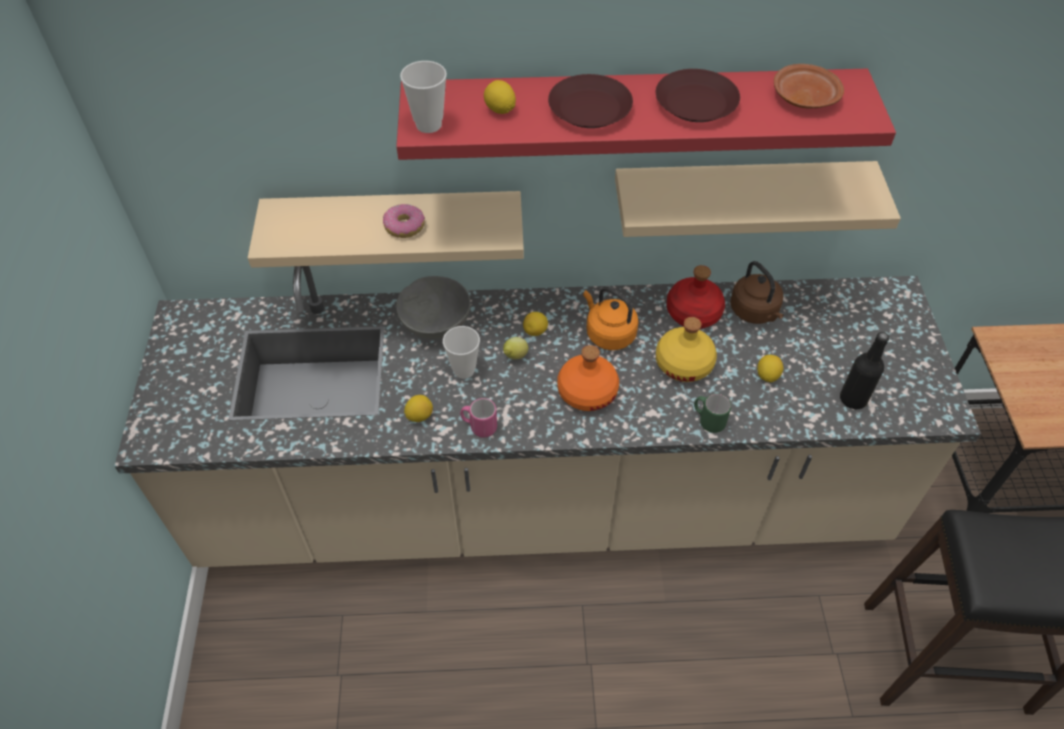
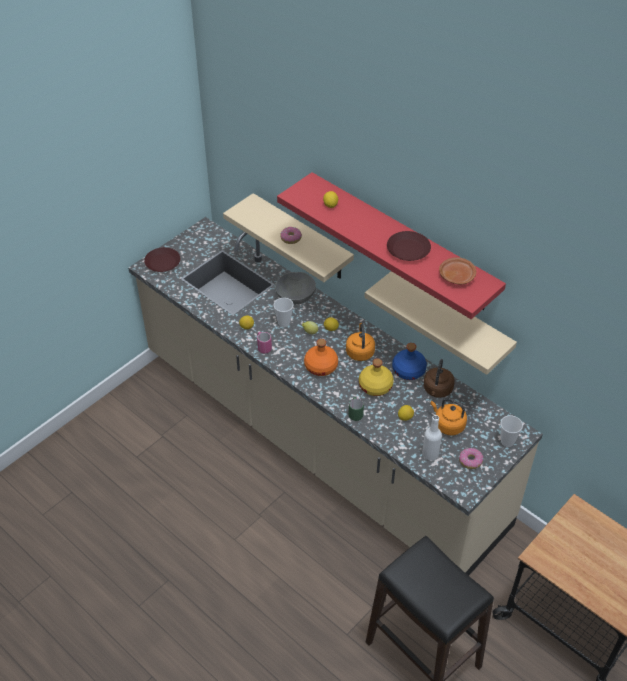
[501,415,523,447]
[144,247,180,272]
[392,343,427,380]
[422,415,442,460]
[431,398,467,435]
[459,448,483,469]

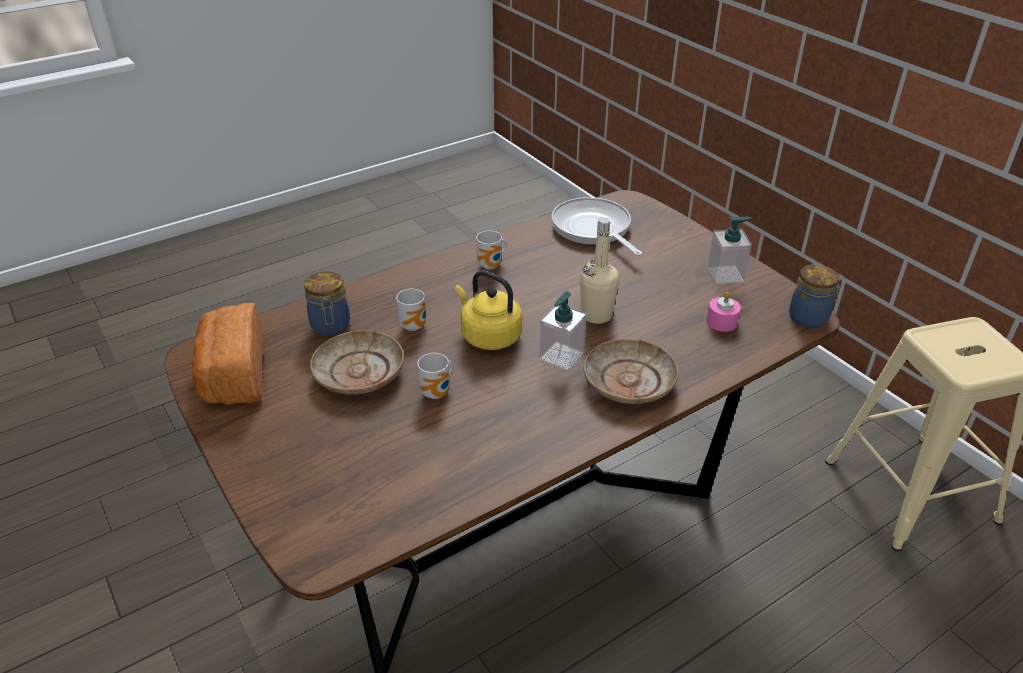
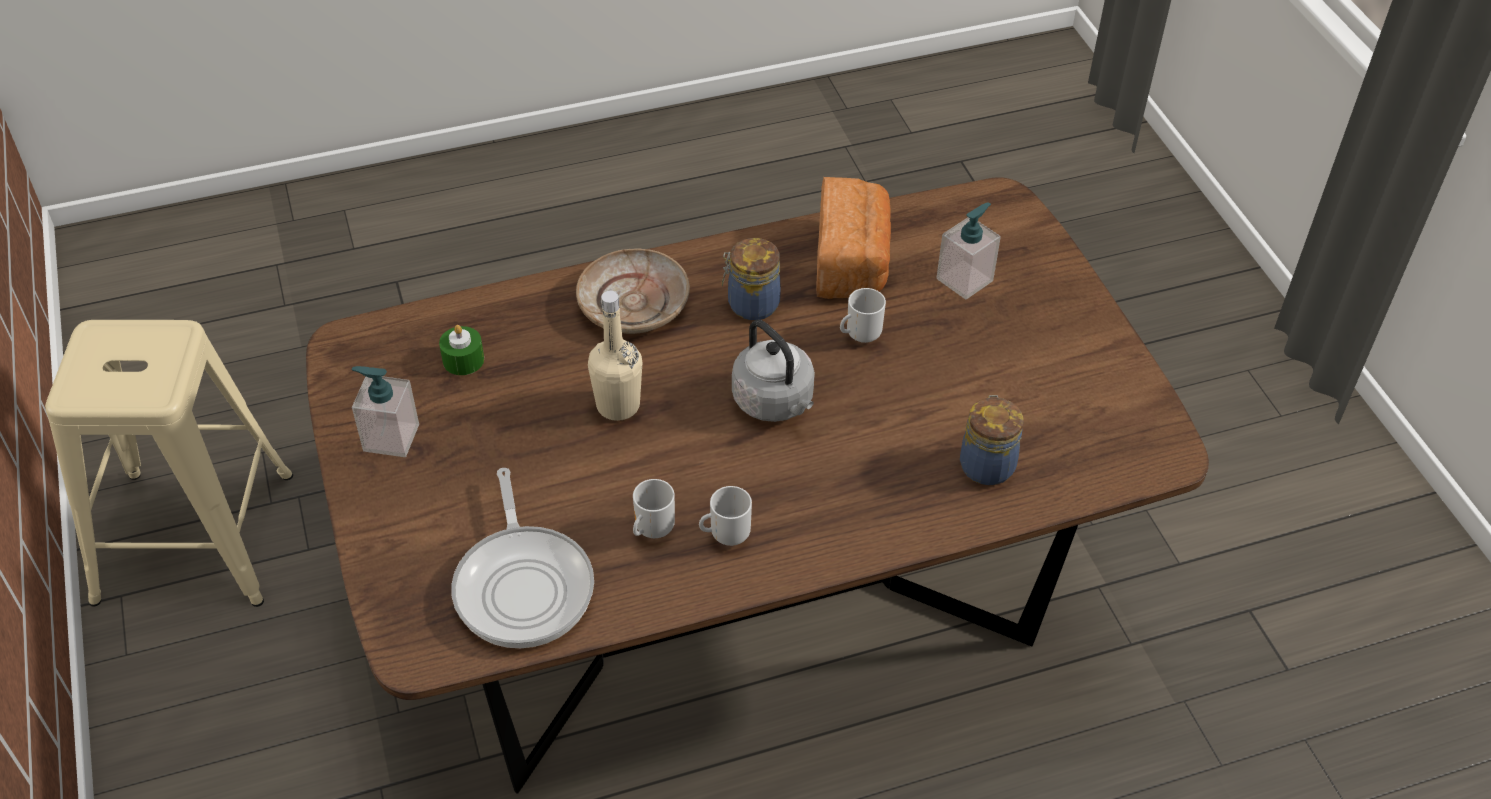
[722,238,781,320]
[732,320,815,422]
[633,479,675,538]
[937,202,1001,299]
[439,325,484,375]
[817,177,891,299]
[310,330,404,395] (first image)

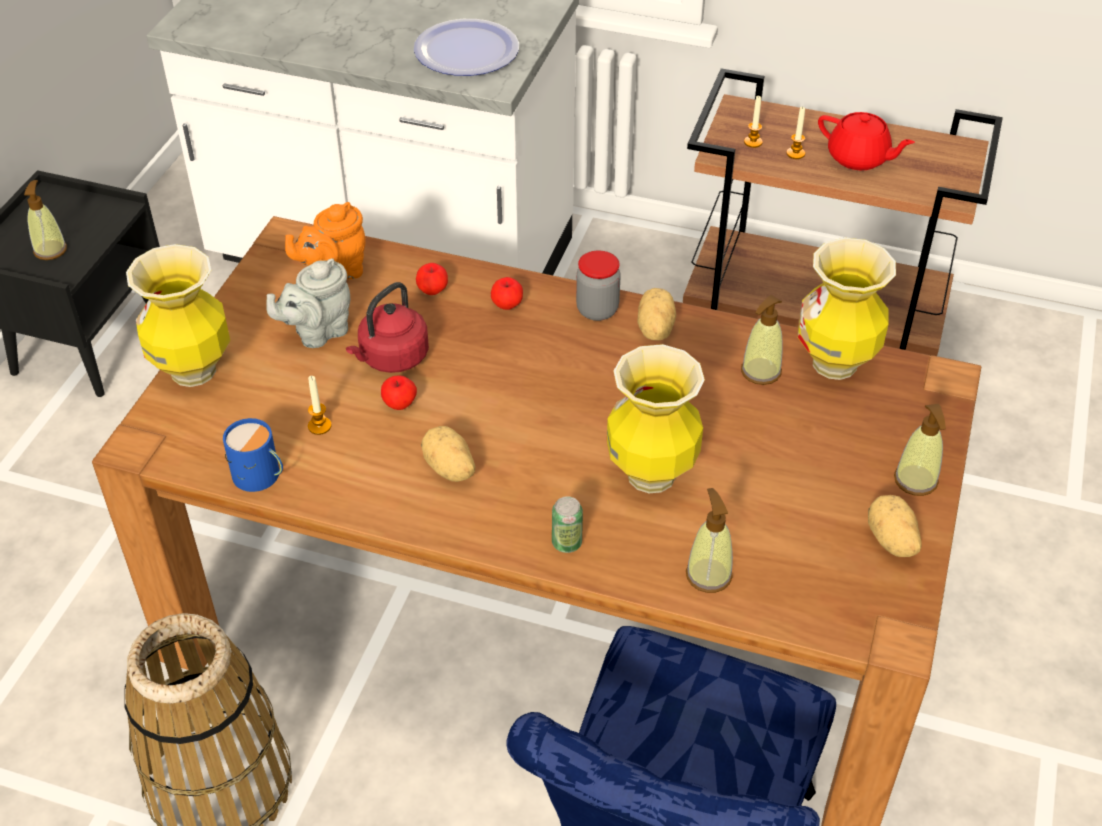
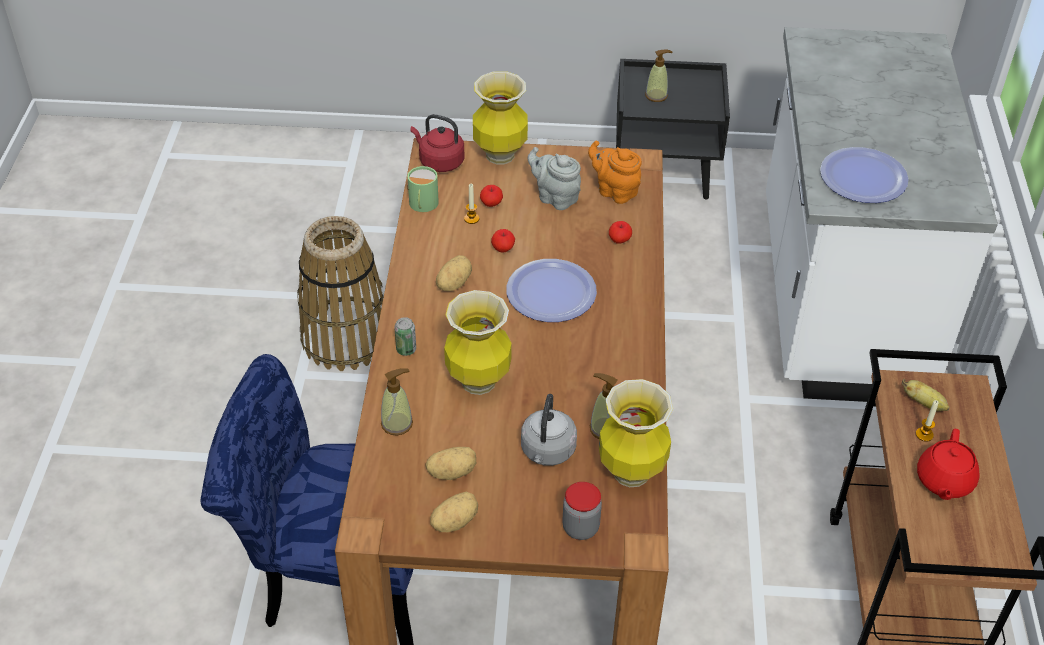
[902,379,950,411]
[562,482,602,540]
[480,185,503,207]
[411,114,464,172]
[425,447,476,480]
[894,404,946,496] (first image)
[407,166,439,212]
[506,259,597,322]
[521,394,577,466]

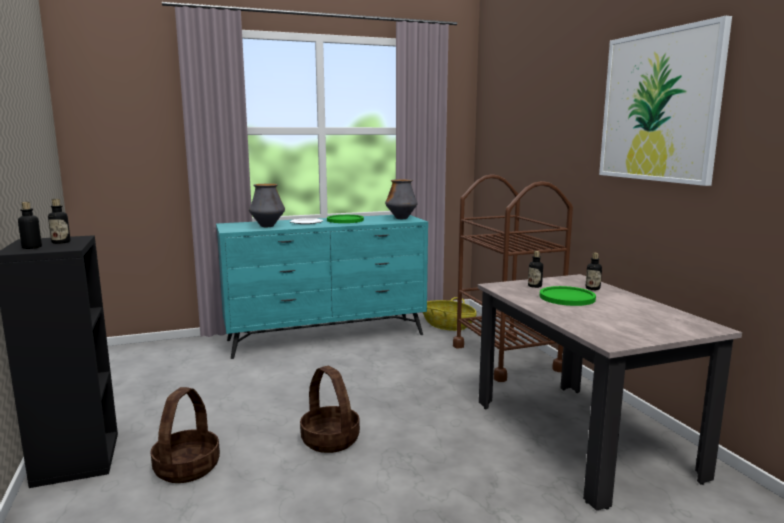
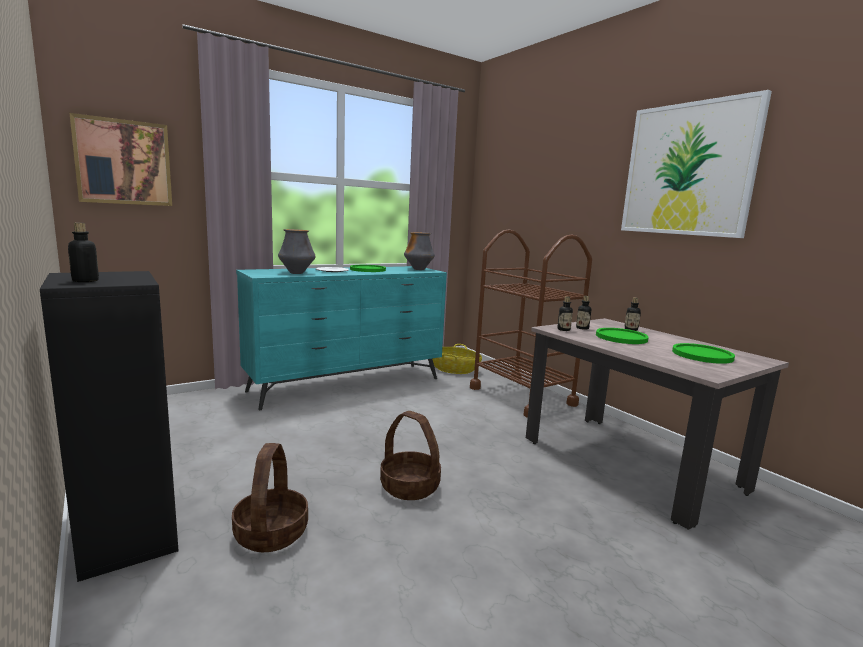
[557,296,573,331]
[69,113,172,206]
[672,343,735,364]

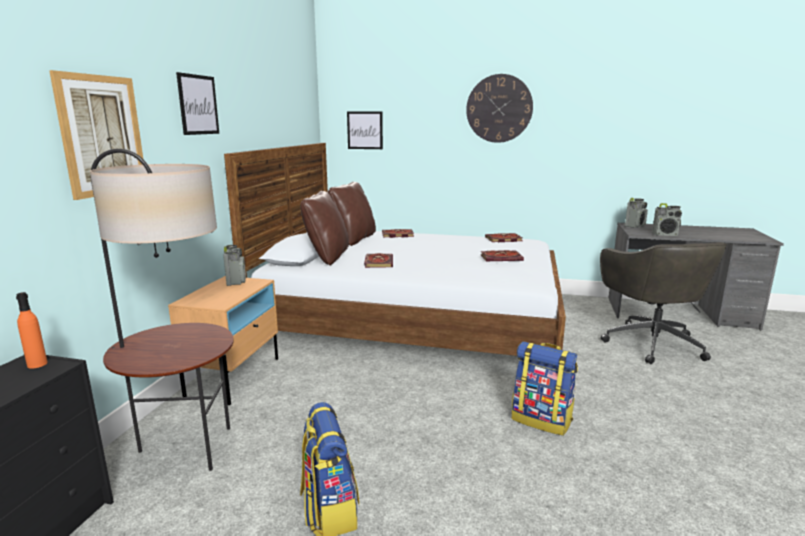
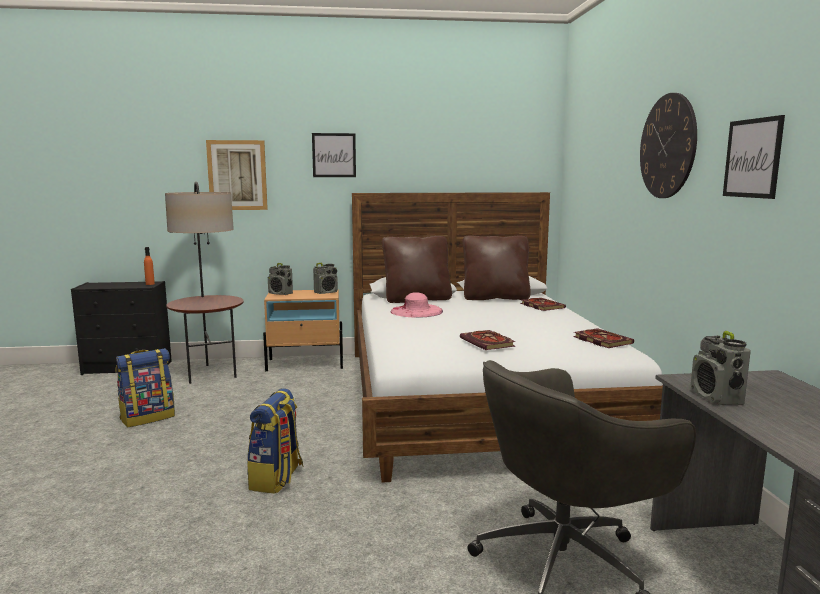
[723,115,785,199]
[268,263,293,295]
[390,292,443,317]

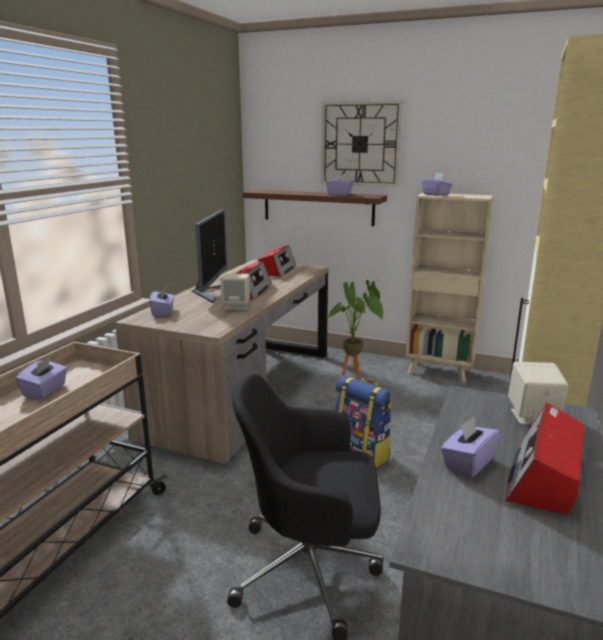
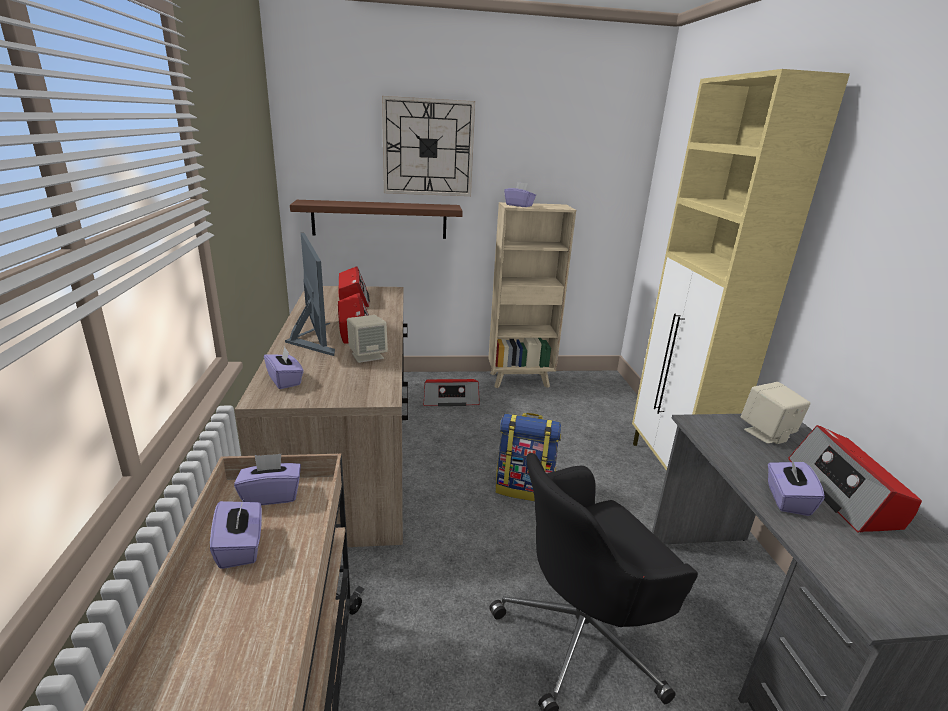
[234,454,301,506]
[424,379,480,406]

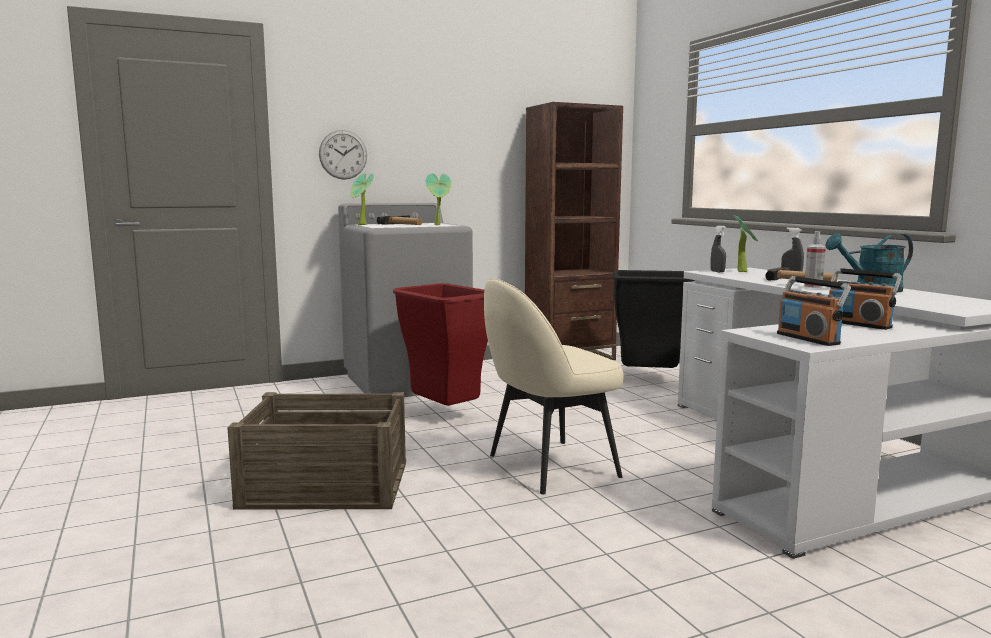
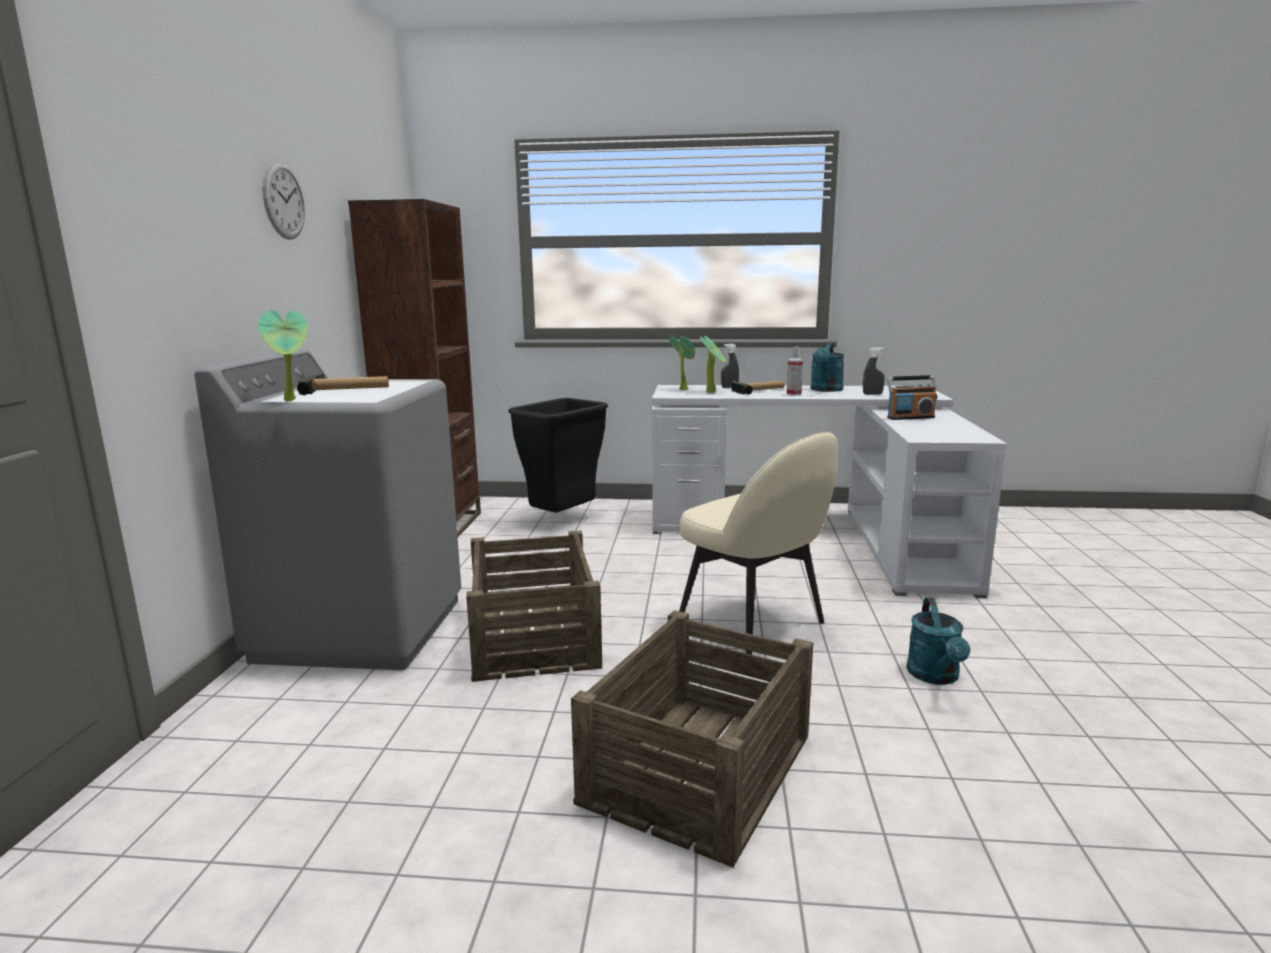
[262,162,305,240]
[700,336,726,393]
[863,347,885,395]
[777,276,851,346] (first image)
[679,432,838,655]
[466,530,602,682]
[906,598,970,685]

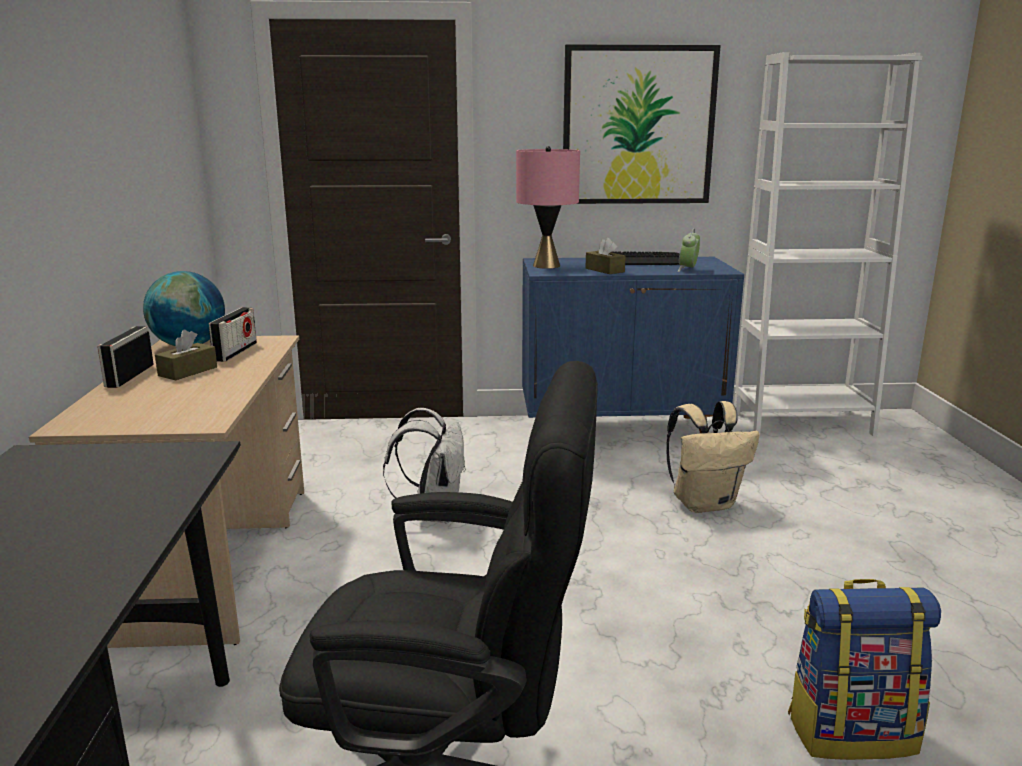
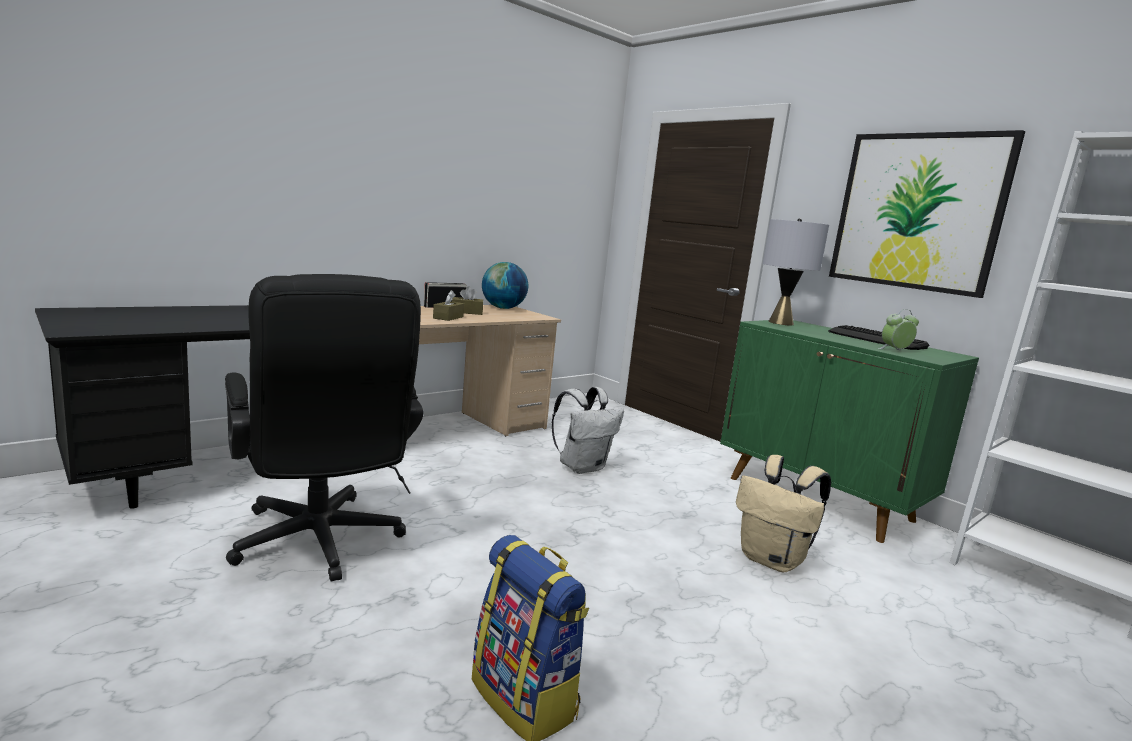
[763,218,829,325]
[433,290,464,321]
[720,320,979,543]
[209,307,257,362] (first image)

